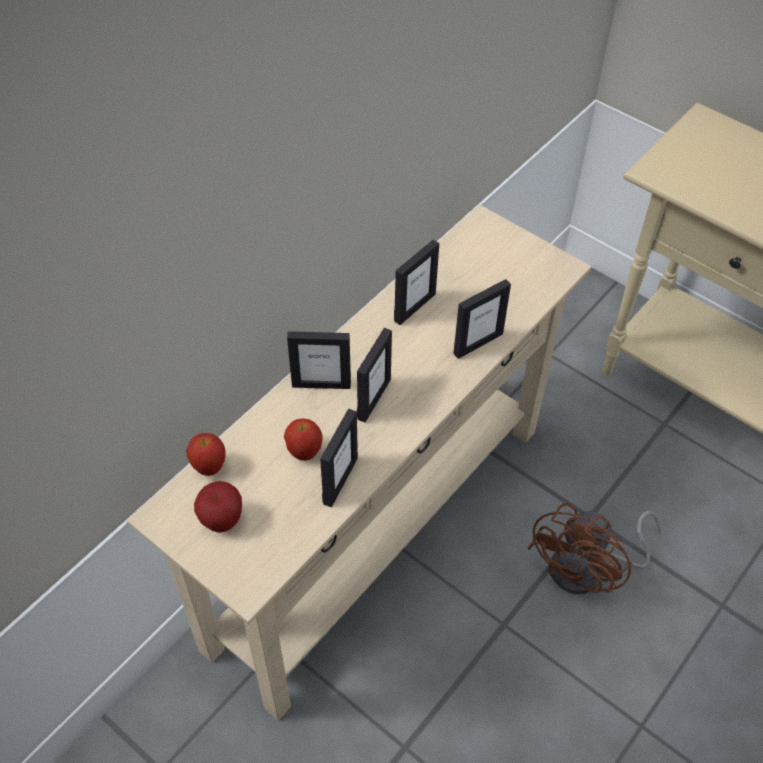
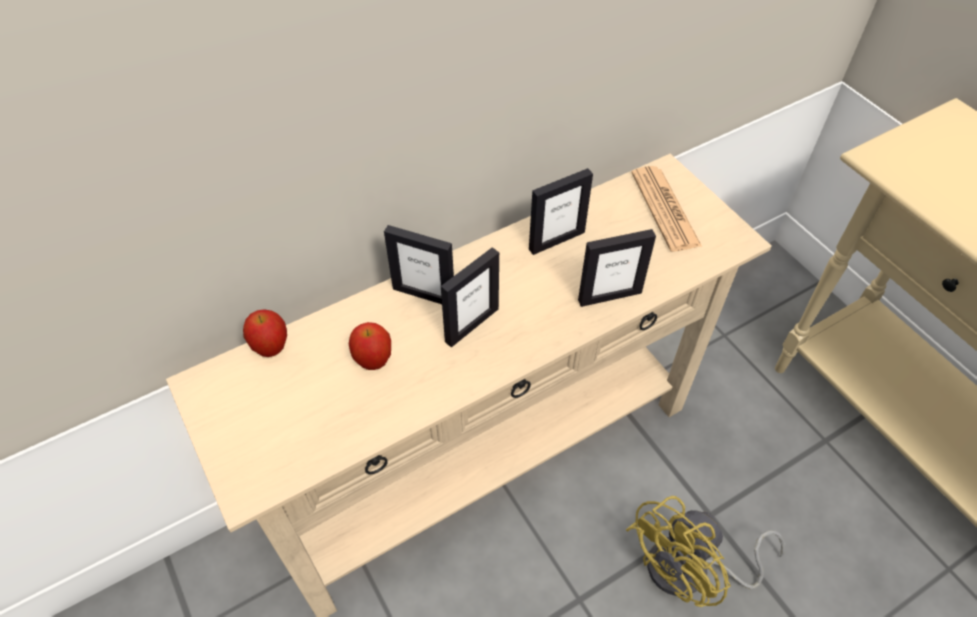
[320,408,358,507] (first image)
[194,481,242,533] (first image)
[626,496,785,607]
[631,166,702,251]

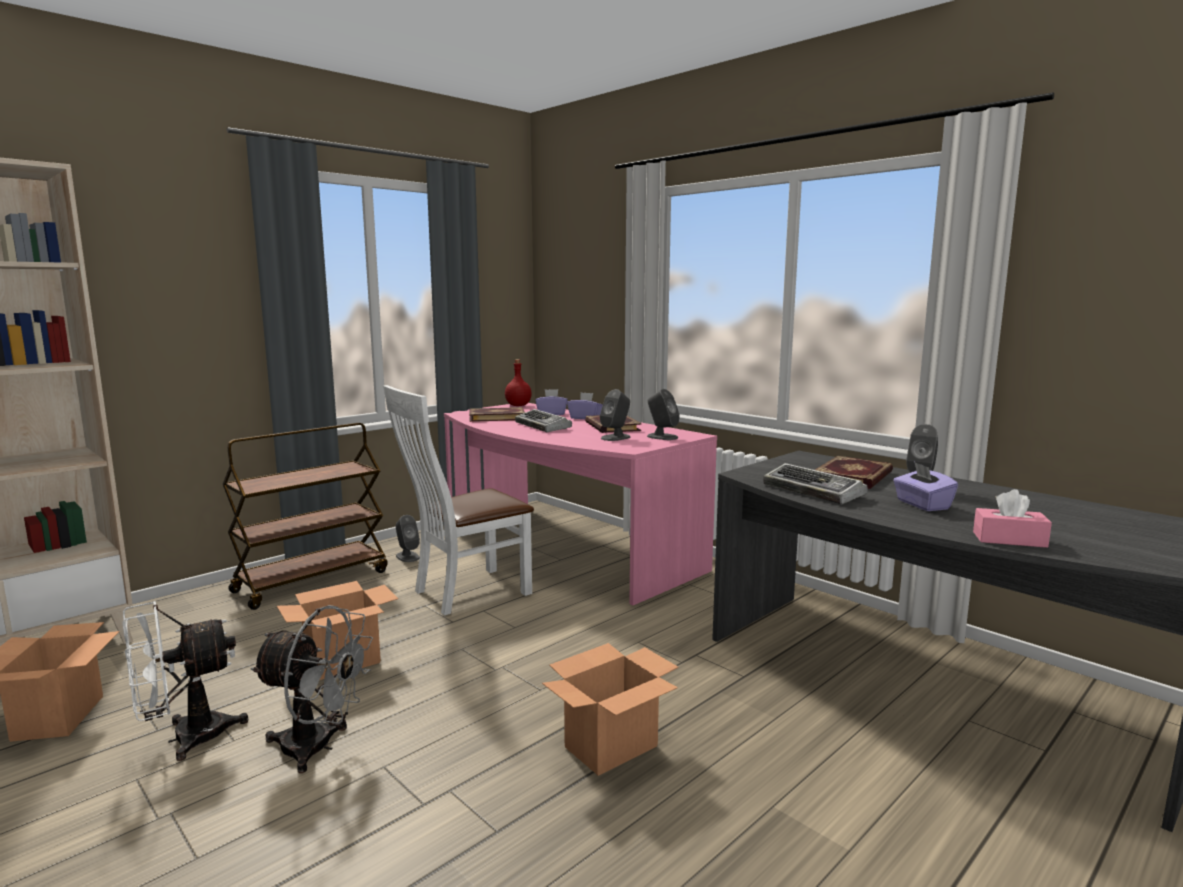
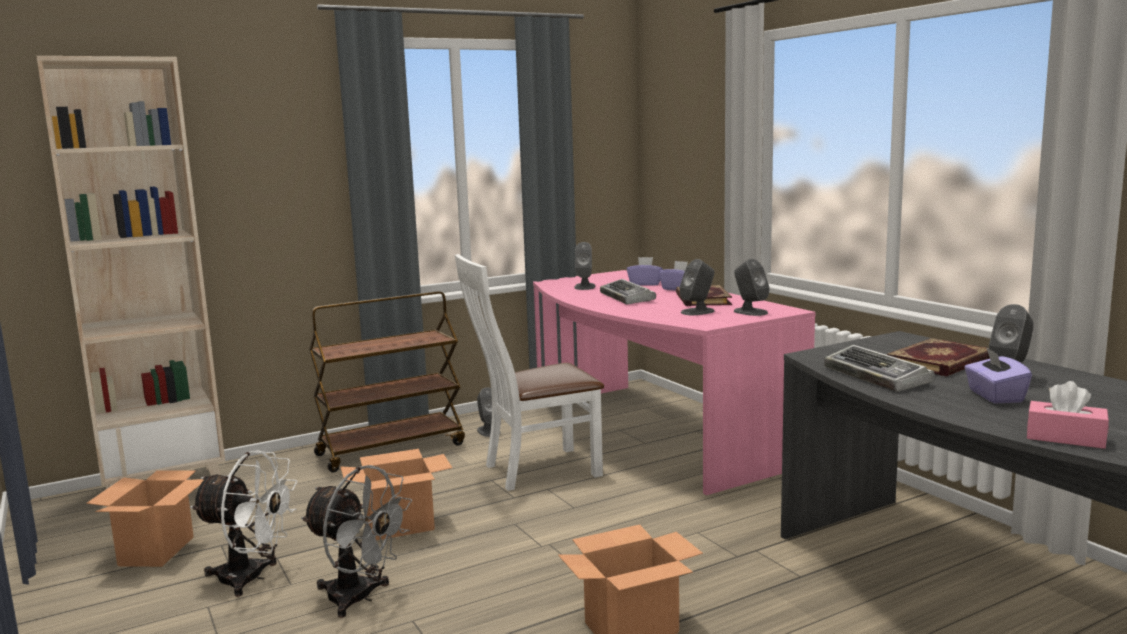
[505,360,532,406] (first image)
[574,242,595,290]
[190,450,298,597]

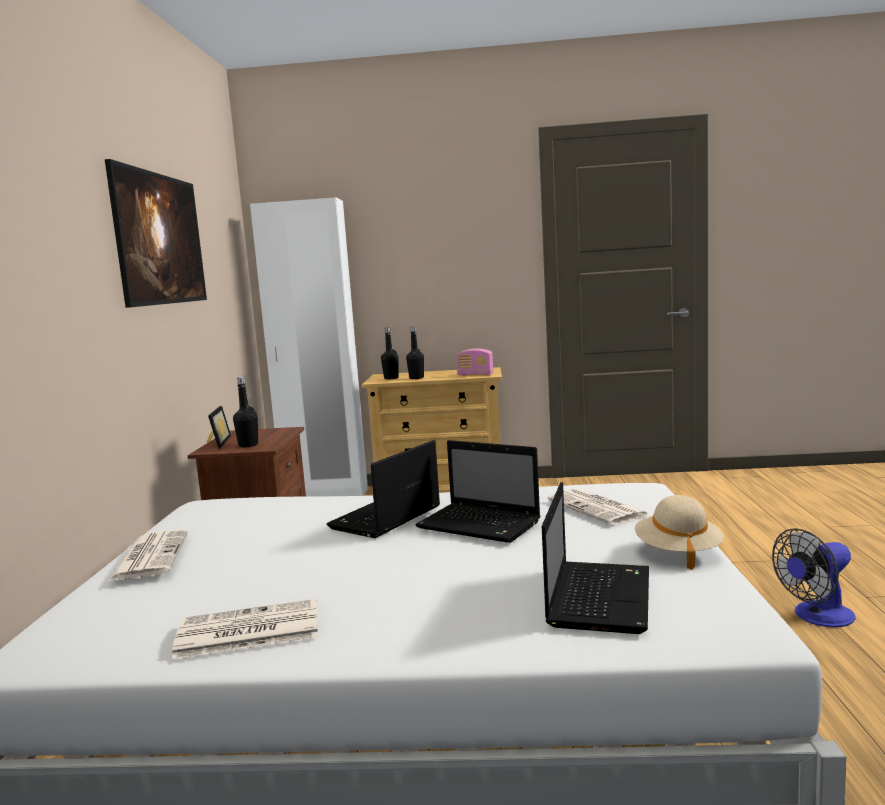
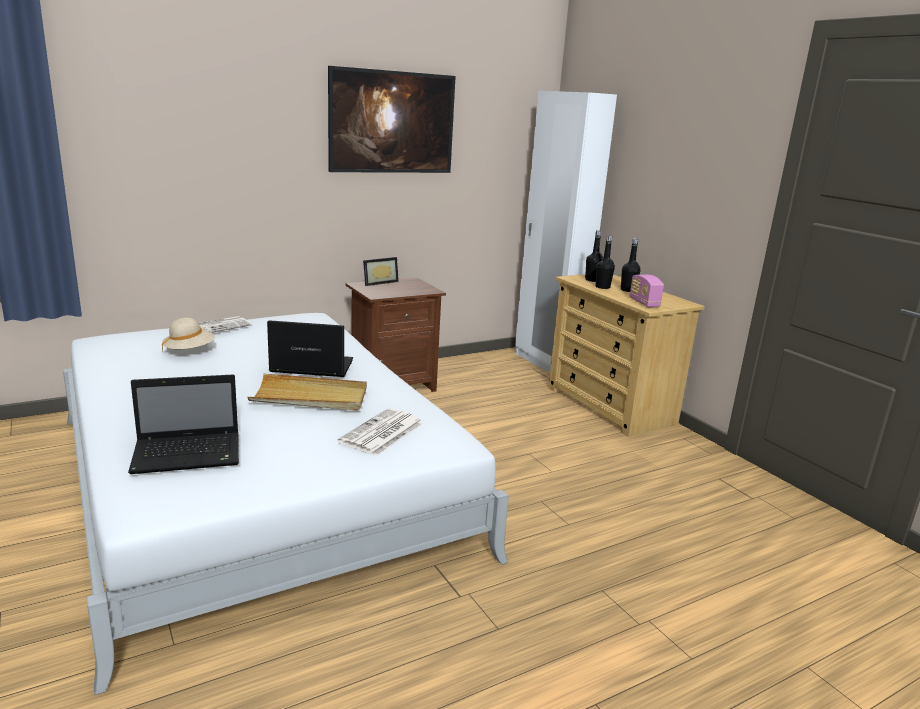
[620,238,640,292]
[248,374,367,411]
[162,317,215,351]
[772,528,856,627] (first image)
[172,599,318,659] (first image)

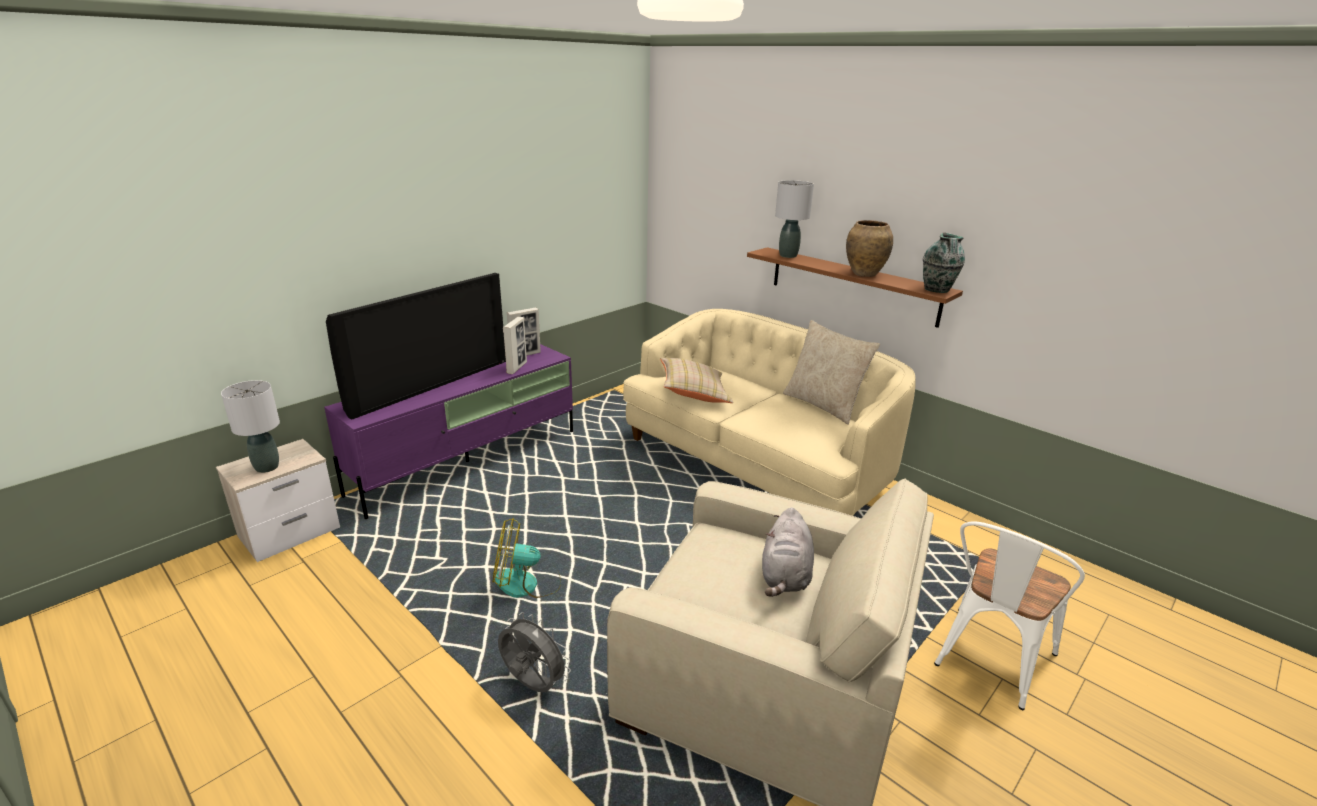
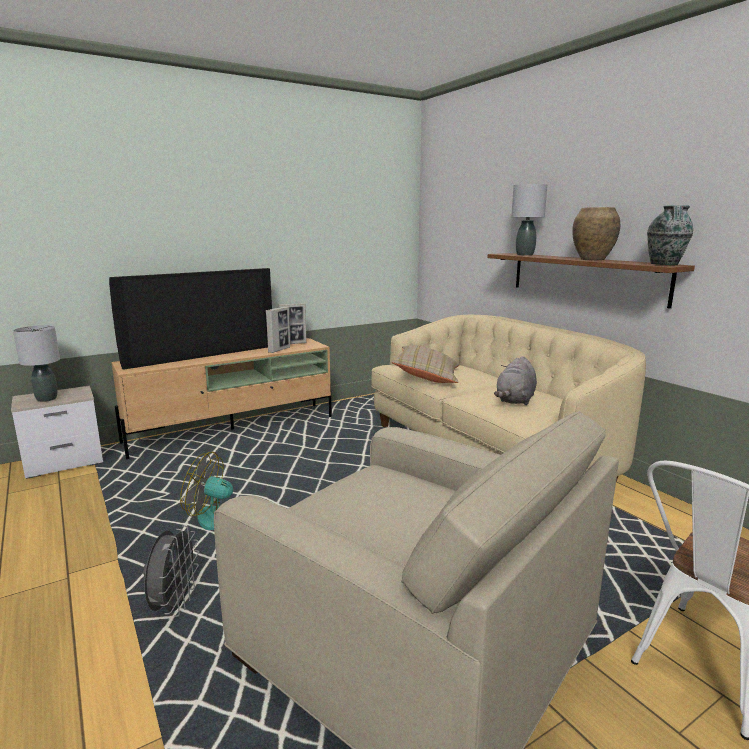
[783,320,880,425] (first image)
[111,338,332,459]
[494,356,537,405]
[143,525,199,617]

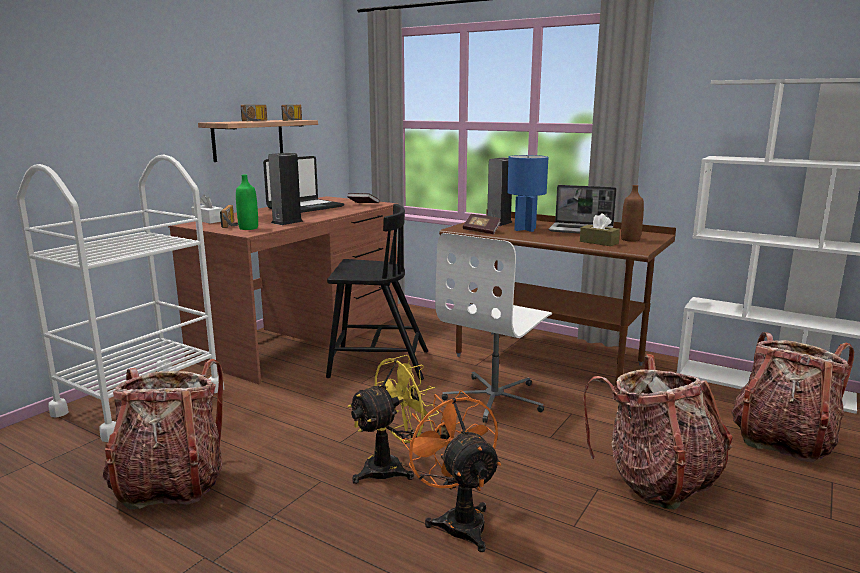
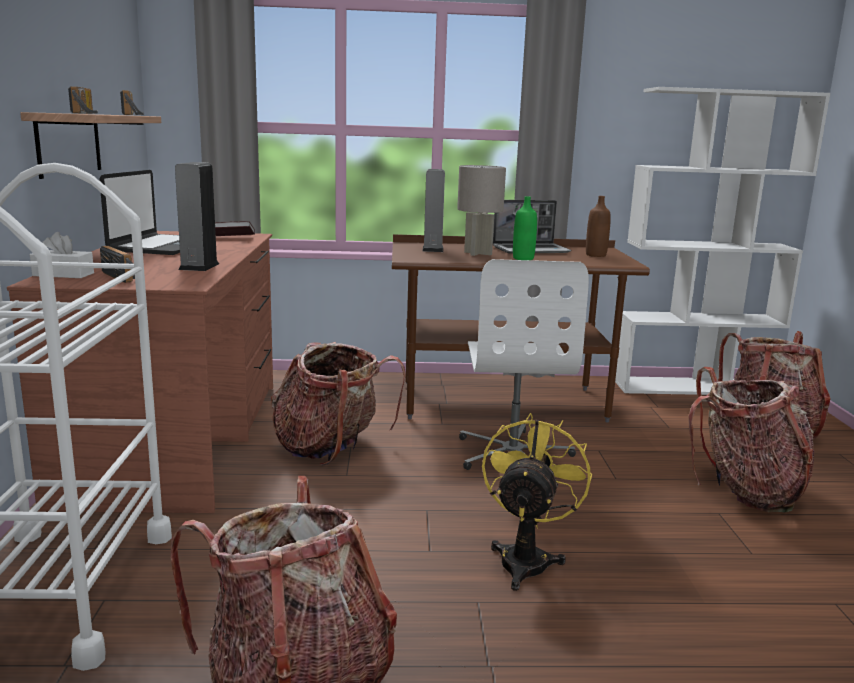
[457,165,506,256]
[513,196,537,260]
[271,342,406,465]
[463,214,501,234] (first image)
[580,214,620,246] (first image)
[402,390,501,552] (first image)

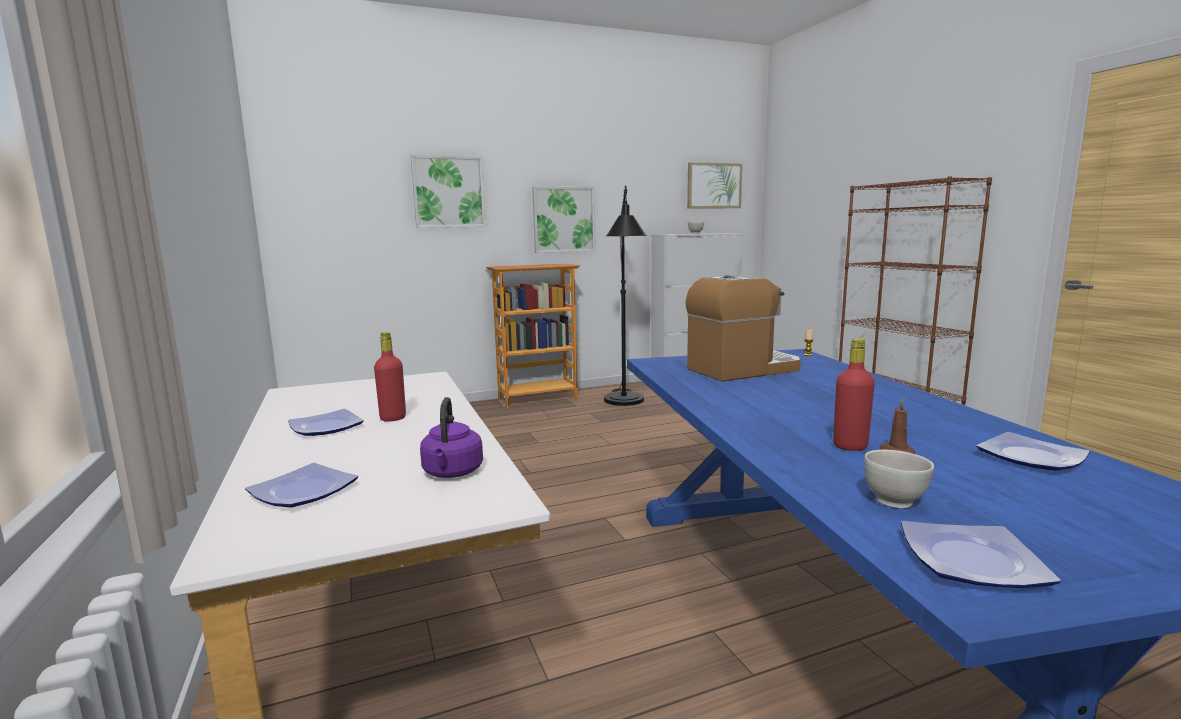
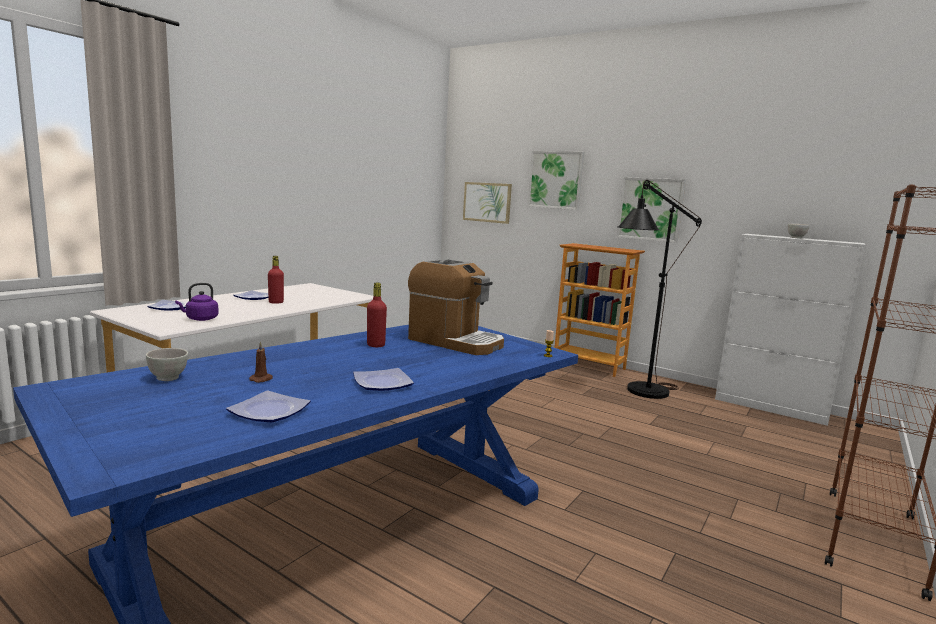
[463,182,512,224]
[367,283,387,347]
[353,368,414,391]

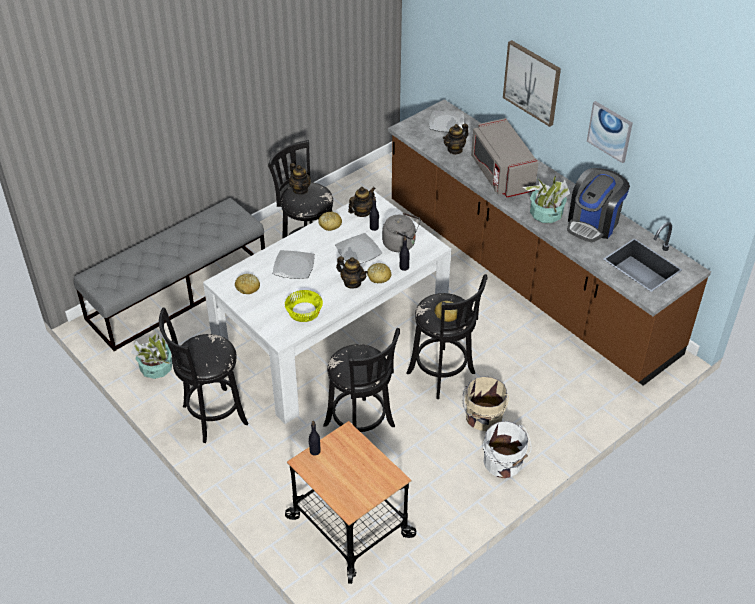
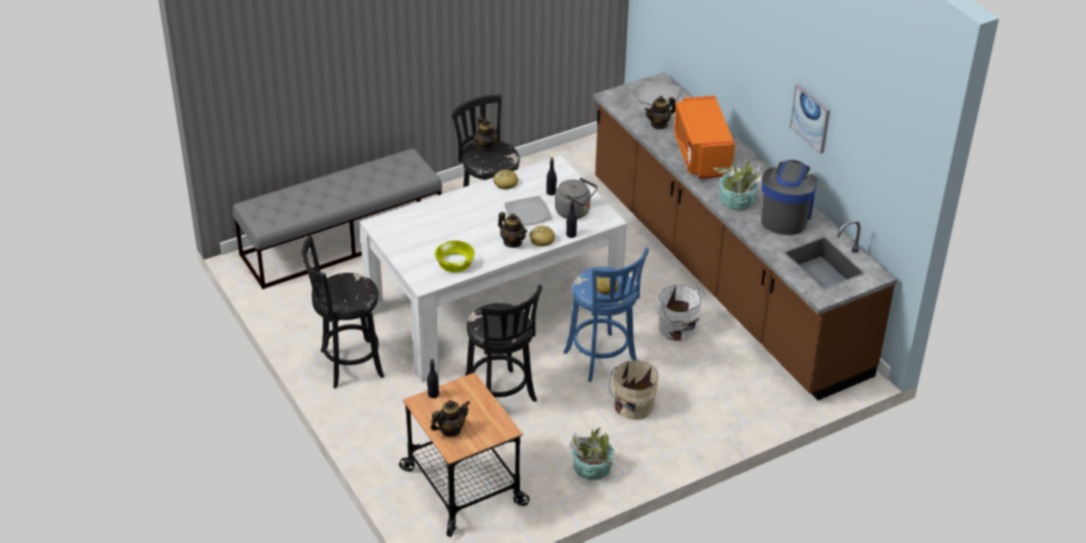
[503,40,561,127] (first image)
[674,96,735,179]
[761,160,817,235]
[430,400,470,437]
[273,250,315,279] (first image)
[235,274,260,294] (first image)
[563,247,649,382]
[569,427,615,480]
[658,285,705,341]

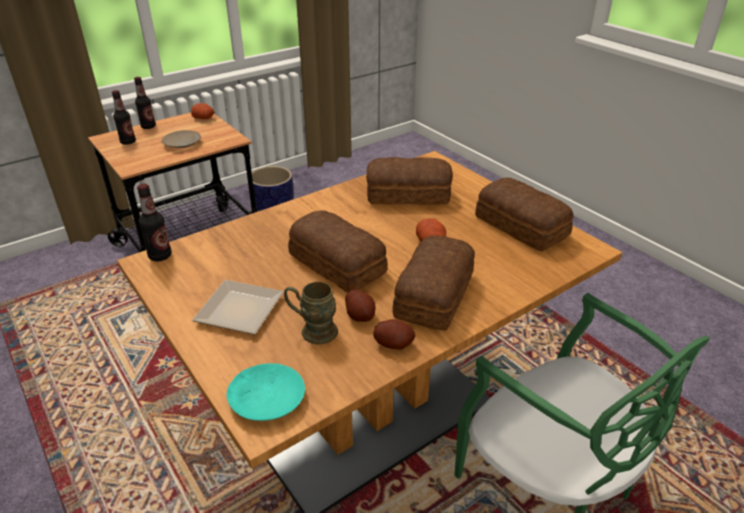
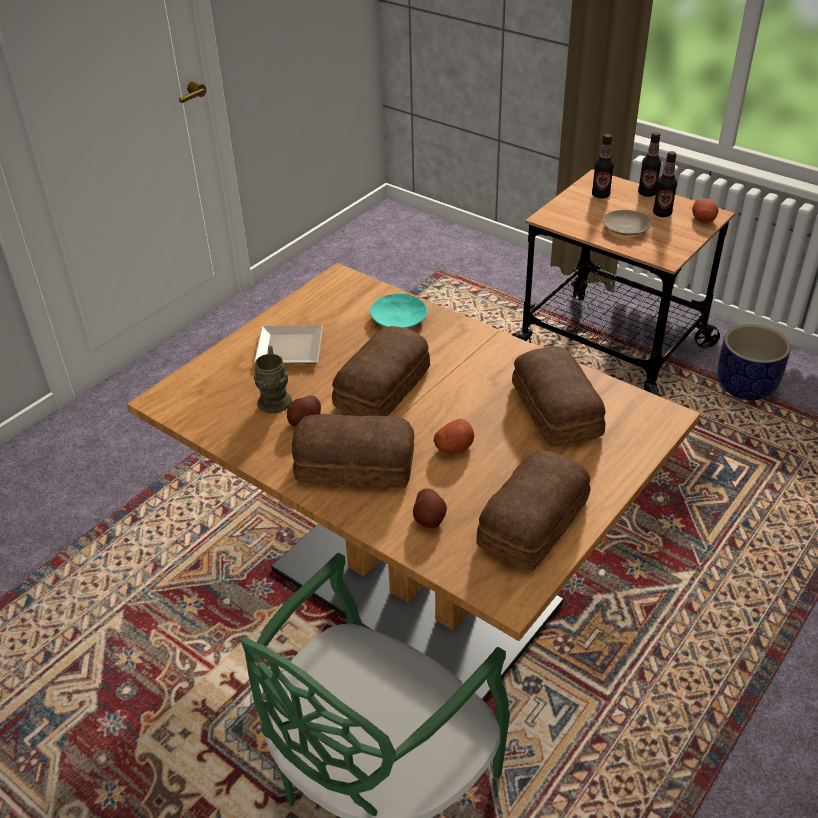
[653,151,677,217]
[413,488,447,528]
[370,294,427,328]

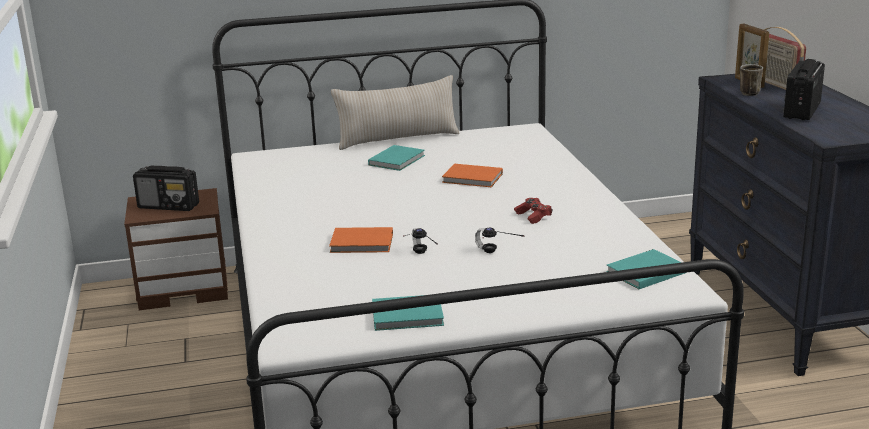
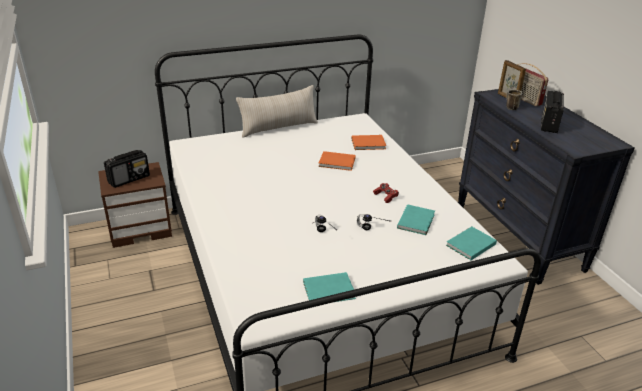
[397,204,435,235]
[104,150,150,188]
[351,135,386,150]

